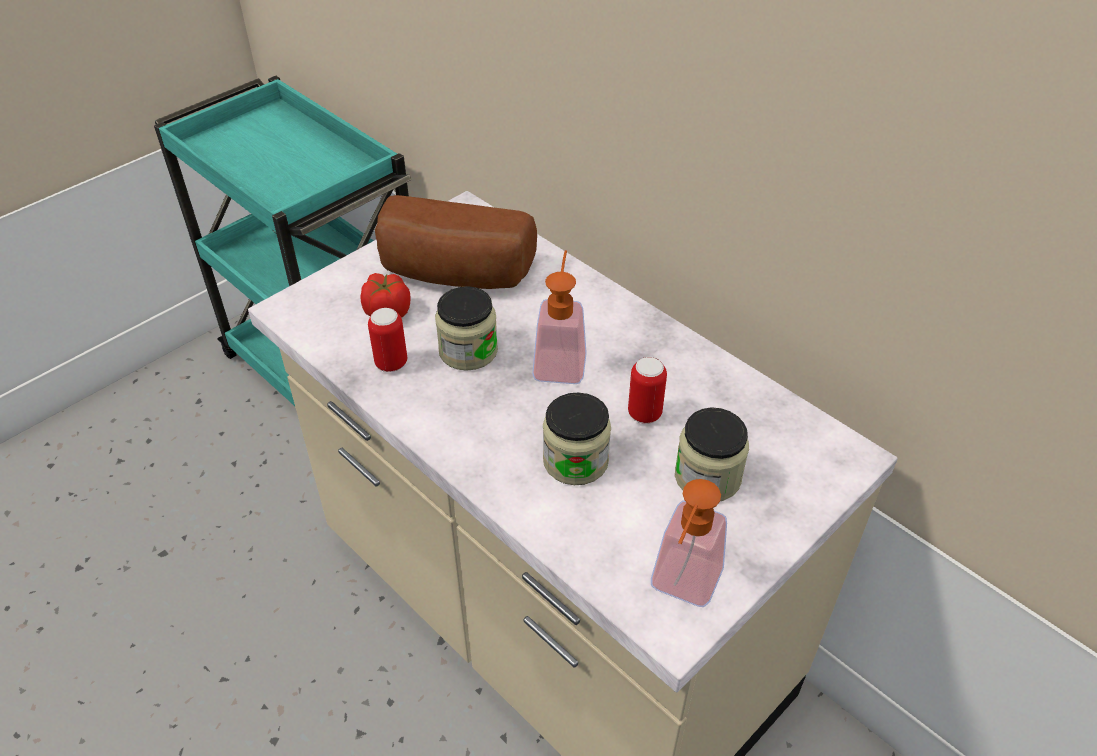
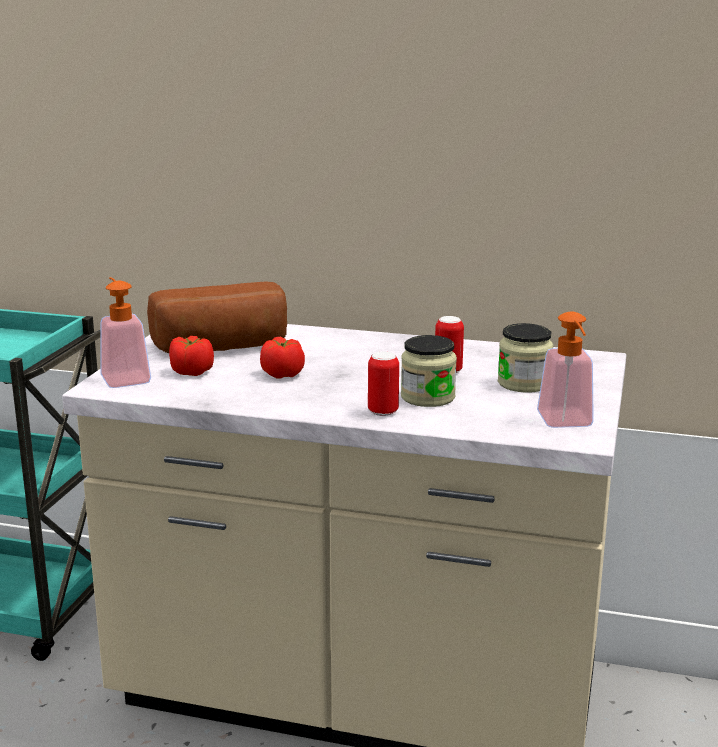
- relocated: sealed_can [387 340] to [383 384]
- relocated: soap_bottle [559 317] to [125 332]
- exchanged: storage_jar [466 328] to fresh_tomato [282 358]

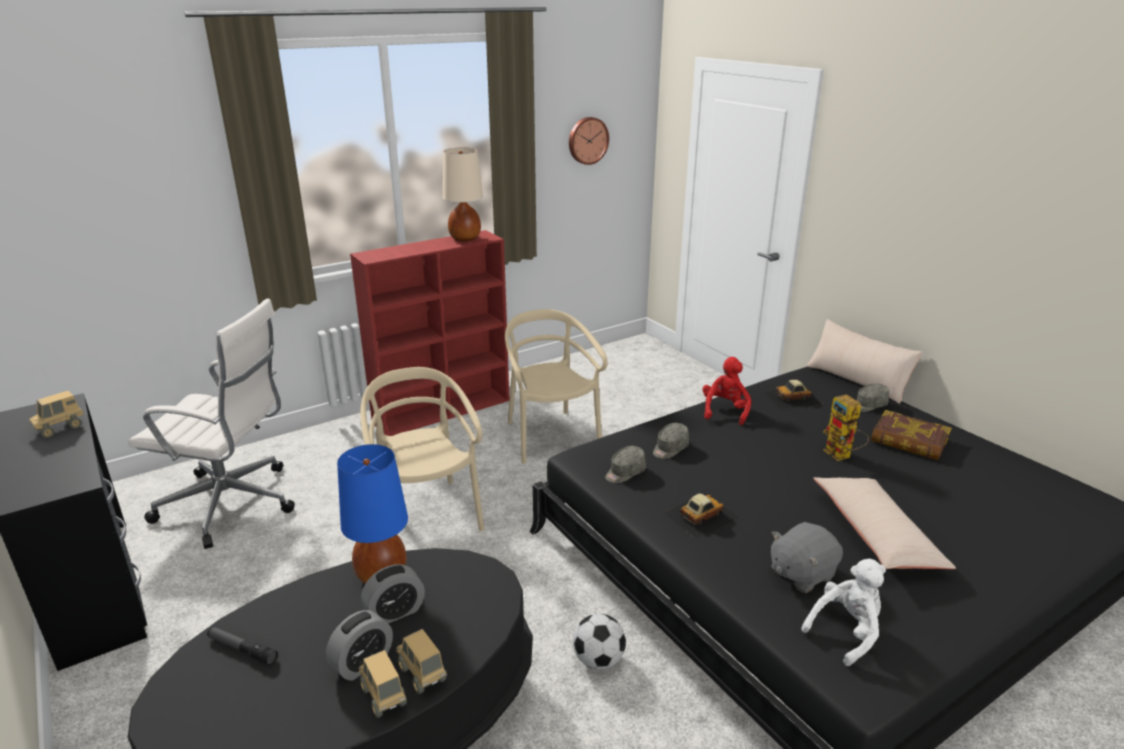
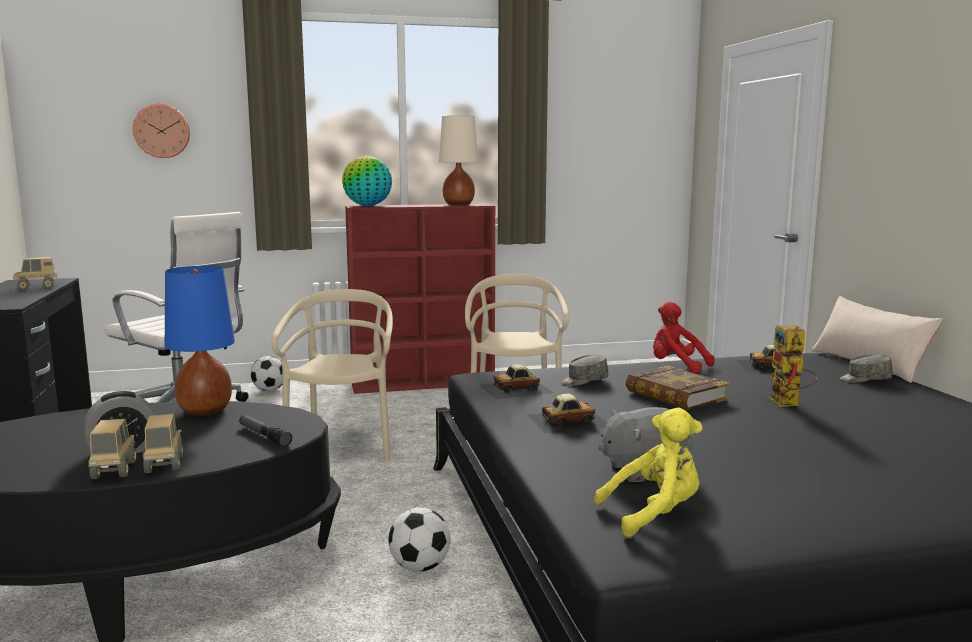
- missing: bedside_clock [393 593]
- missing: sand-coloured_pillow [884 523]
- appeared: football [267 373]
- appeared: world_globe [367 181]
- relocated: torch [242 646] to [265 431]
- relocated: clock_on_the_wall [589 141] to [161 131]
- relocated: book [911 435] to [678 388]
- exchanged: greyish_peaked_cap [625 464] to model_car [517 381]
- colour: white-coloured_soft_toy [843 612] to yellow_soft_toy [648 472]
- spun: red_soft_toy [727 391] = [684 337] 90 degrees counterclockwise

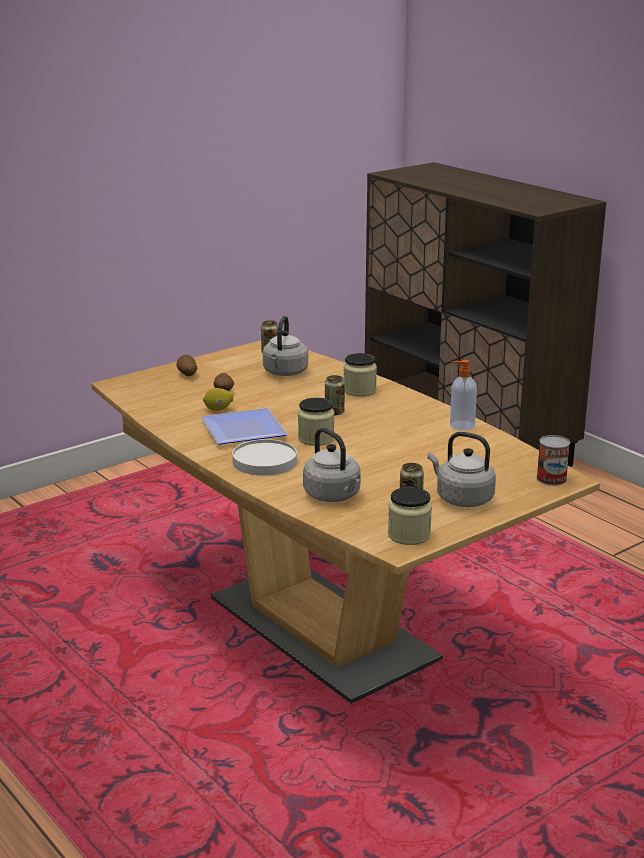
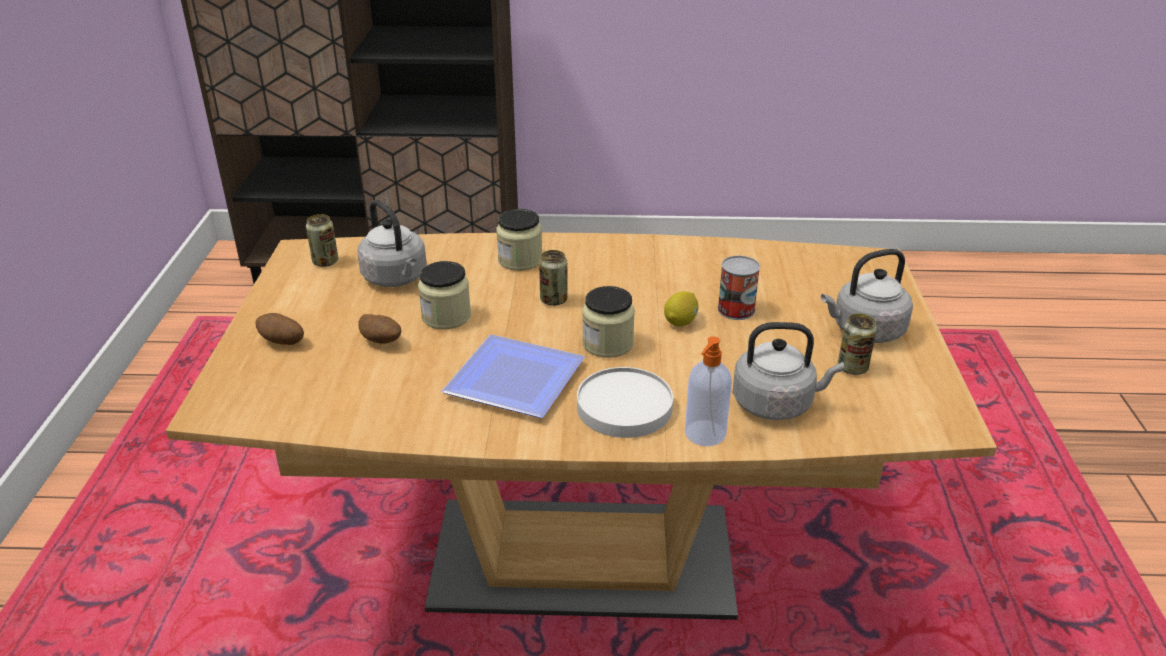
- relocated: citrus_fruit [218 399] to [681 309]
- relocated: storage_jar [410 516] to [444 295]
- relocated: soap_bottle [463 395] to [708 391]
- relocated: sealed_can [553 460] to [739 288]

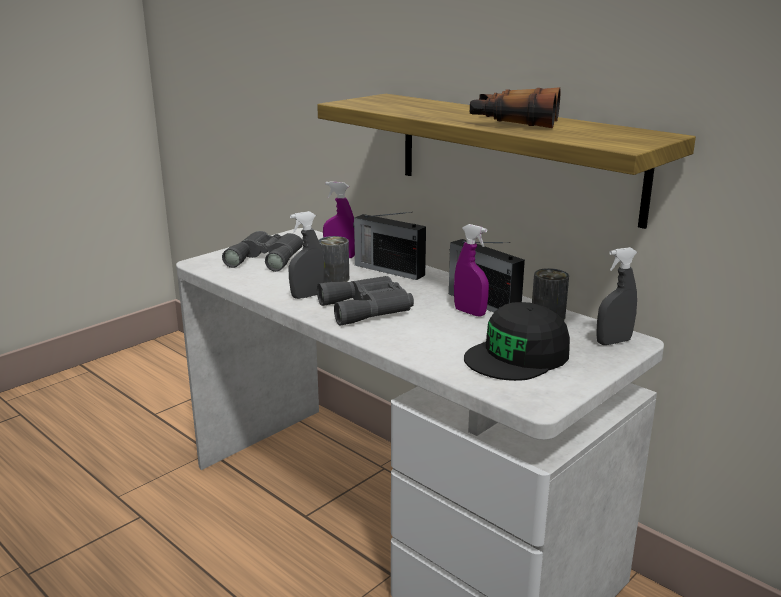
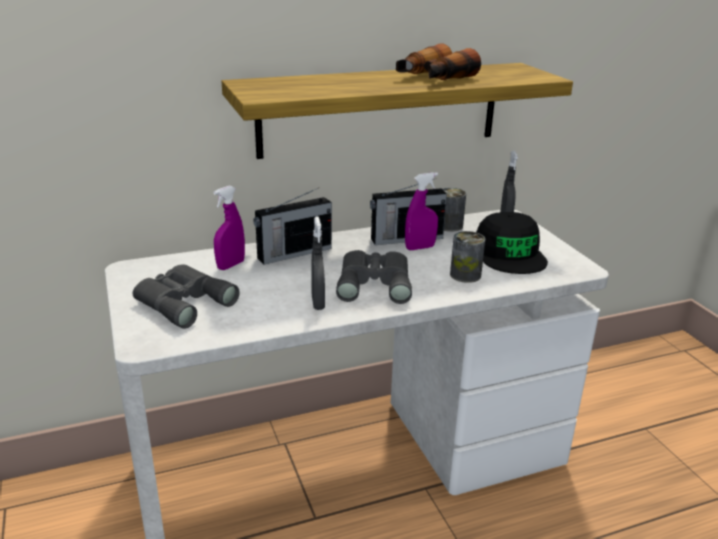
- relocated: sealed_can [334 259] to [467 257]

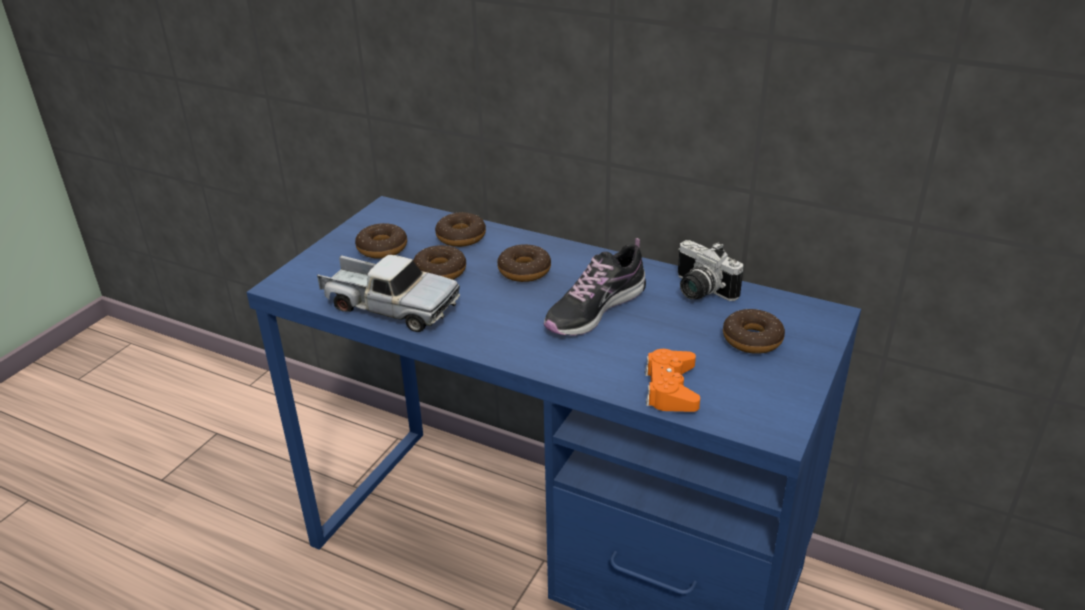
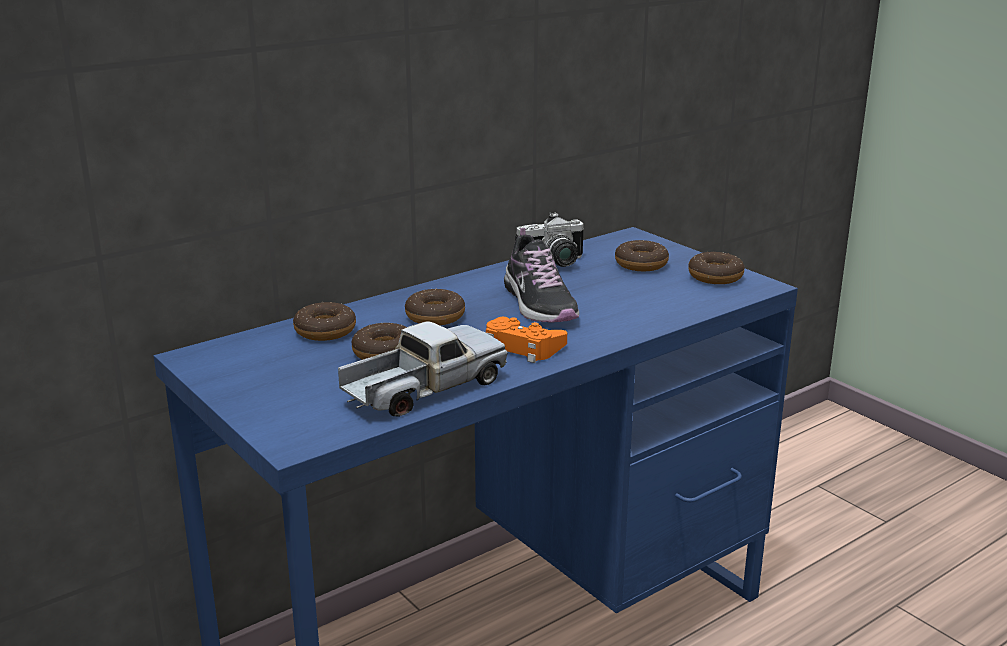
- relocated: ring_doughnut [381 241] to [716 268]
- relocated: orangey_gamepad [672 380] to [526 340]

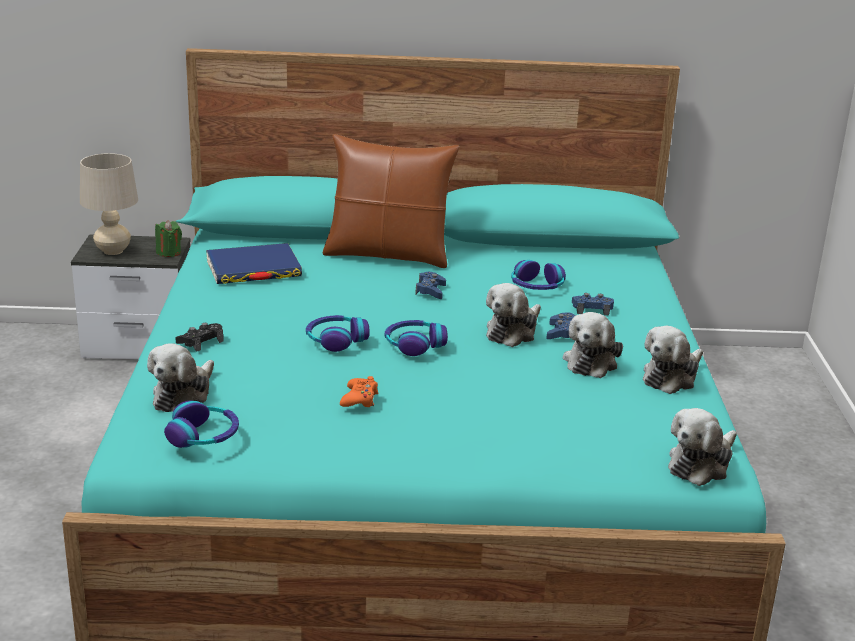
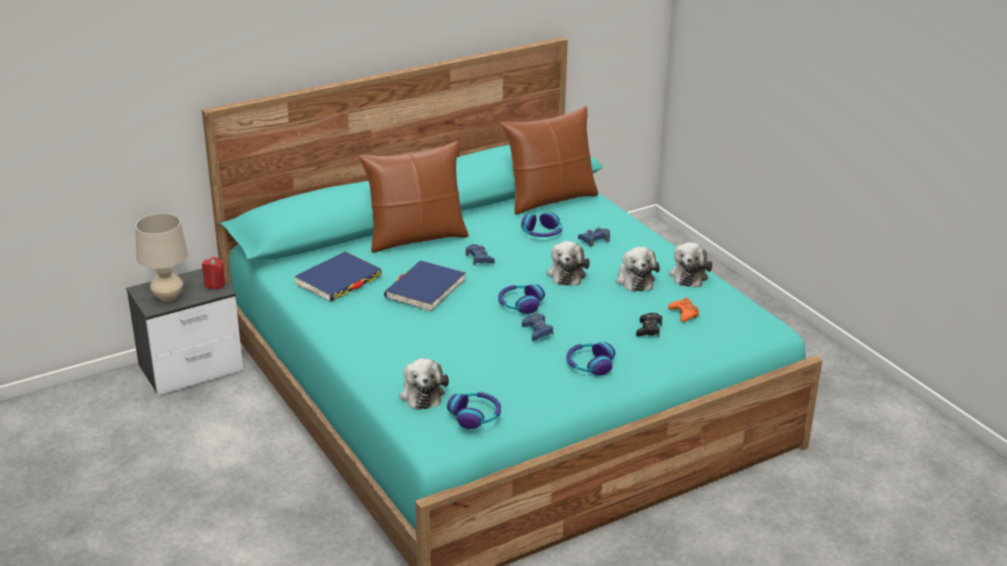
- missing: soft_toy [702 447]
- appeared: bluish_book [425 286]
- appeared: brownish_pillow [549 160]
- relocated: blackish_gamepad [199 337] to [649 325]
- relocated: pair_of_headphones [338 333] to [590 359]
- relocated: orangey_gamepad [359 391] to [683 309]
- relocated: bluish_gamepad [561 325] to [537 327]
- colour: green-coloured_candle [168 238] to red_candle [213 273]

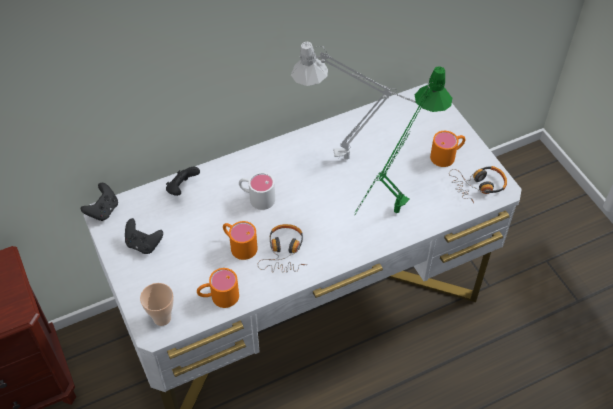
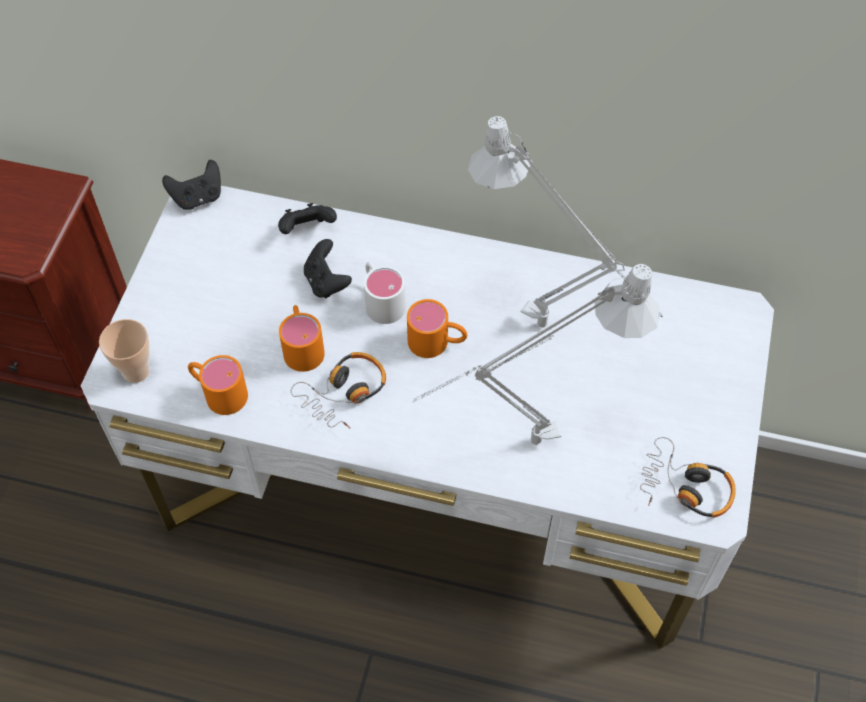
- relocated: blackish_gamepad [144 236] to [328 268]
- relocated: orangey_tea_mug [447 149] to [437 328]
- colour: green-coloured_tabletop_lamp [403 140] to greyish_tabletop_lamp [536 354]

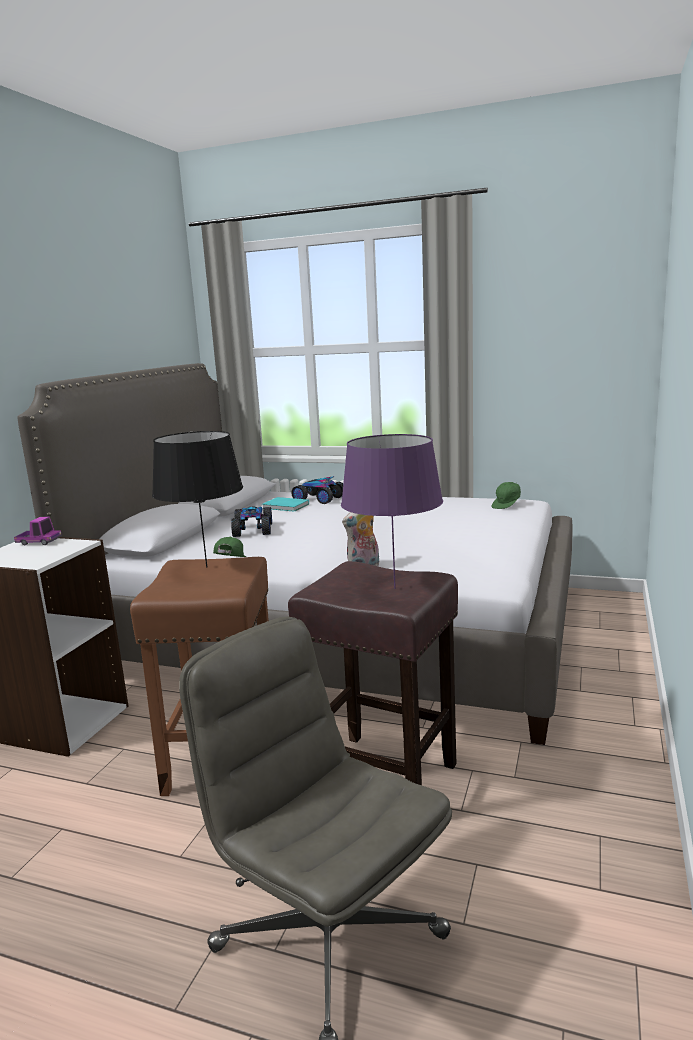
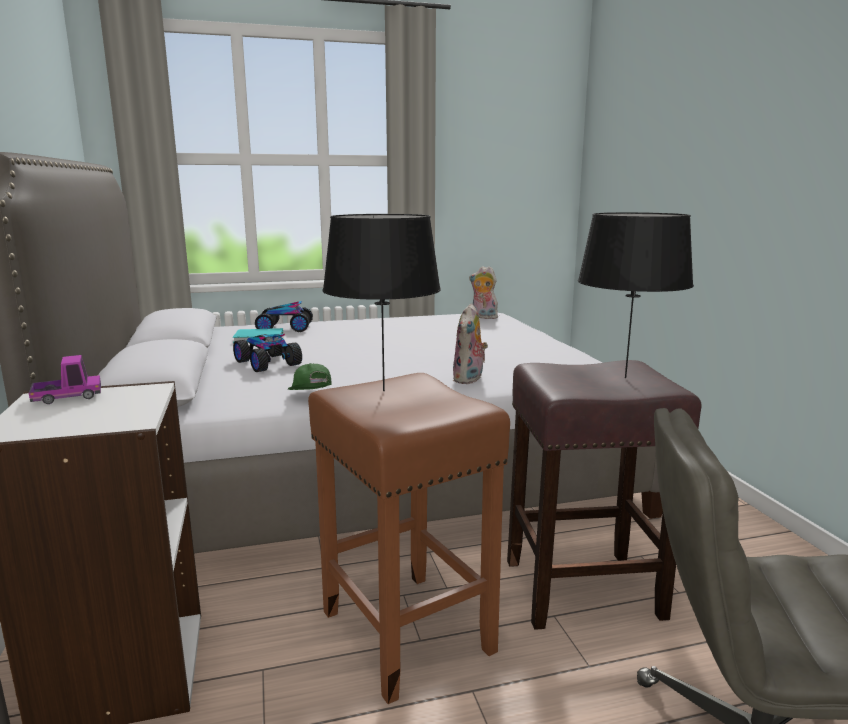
- exchanged: green-coloured_peaked_cap [506 495] to soft_toy [483 292]
- colour: purple-coloured_tabletop_lamp [392 511] to blackish_tabletop_lamp [636 295]

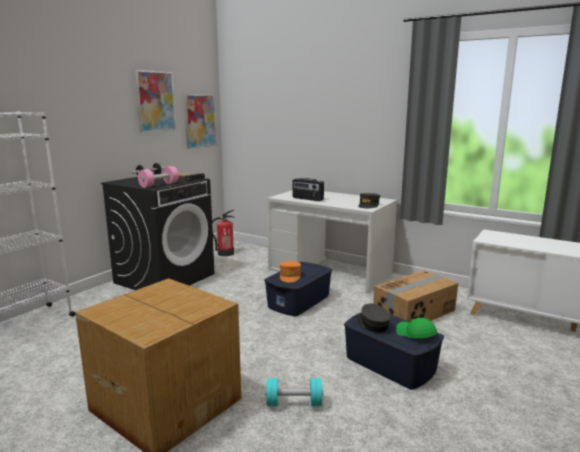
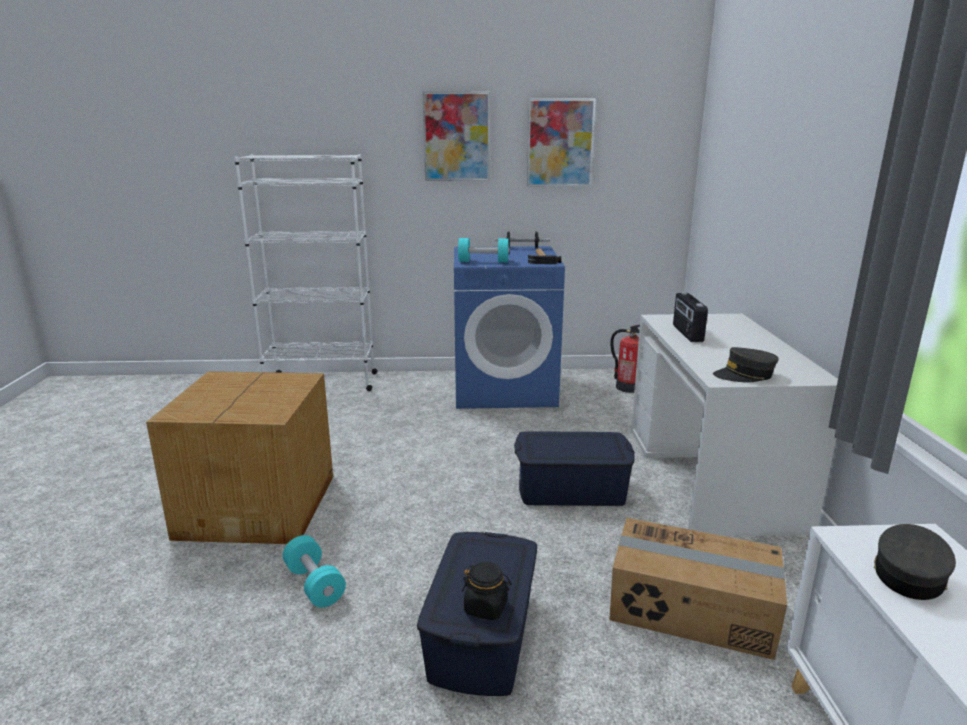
- missing: orangey_peaked_cap [290 271]
- relocated: picture [200 121] to [456 136]
- relocated: greyish_peaked_cap [374 318] to [915 562]
- exchanged: green-coloured_peaked_cap [416 328] to blackish_storage_jar [486 591]
- colour: blackish_laundry_appliance [158 231] to bluish_laundry_appliance [509 327]
- colour: pink_dumbbell [158 177] to turquoise_dumbbell [484 250]

